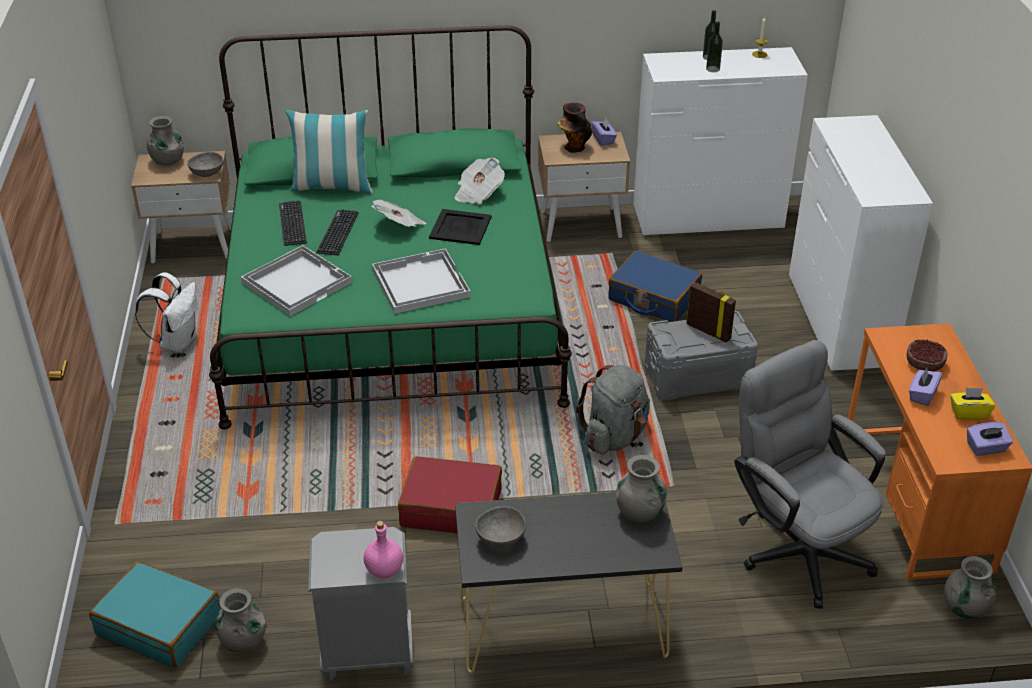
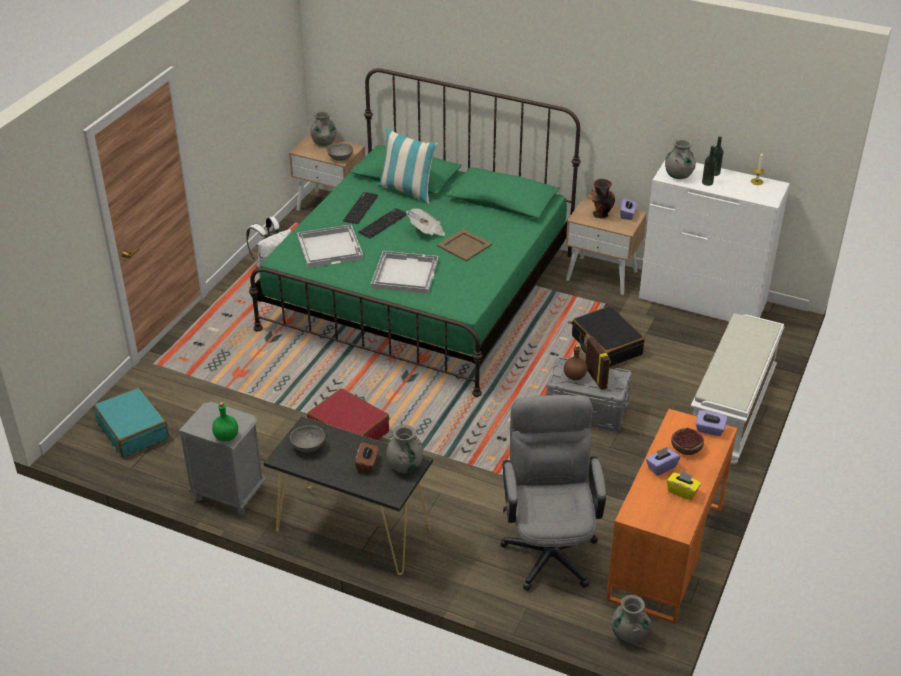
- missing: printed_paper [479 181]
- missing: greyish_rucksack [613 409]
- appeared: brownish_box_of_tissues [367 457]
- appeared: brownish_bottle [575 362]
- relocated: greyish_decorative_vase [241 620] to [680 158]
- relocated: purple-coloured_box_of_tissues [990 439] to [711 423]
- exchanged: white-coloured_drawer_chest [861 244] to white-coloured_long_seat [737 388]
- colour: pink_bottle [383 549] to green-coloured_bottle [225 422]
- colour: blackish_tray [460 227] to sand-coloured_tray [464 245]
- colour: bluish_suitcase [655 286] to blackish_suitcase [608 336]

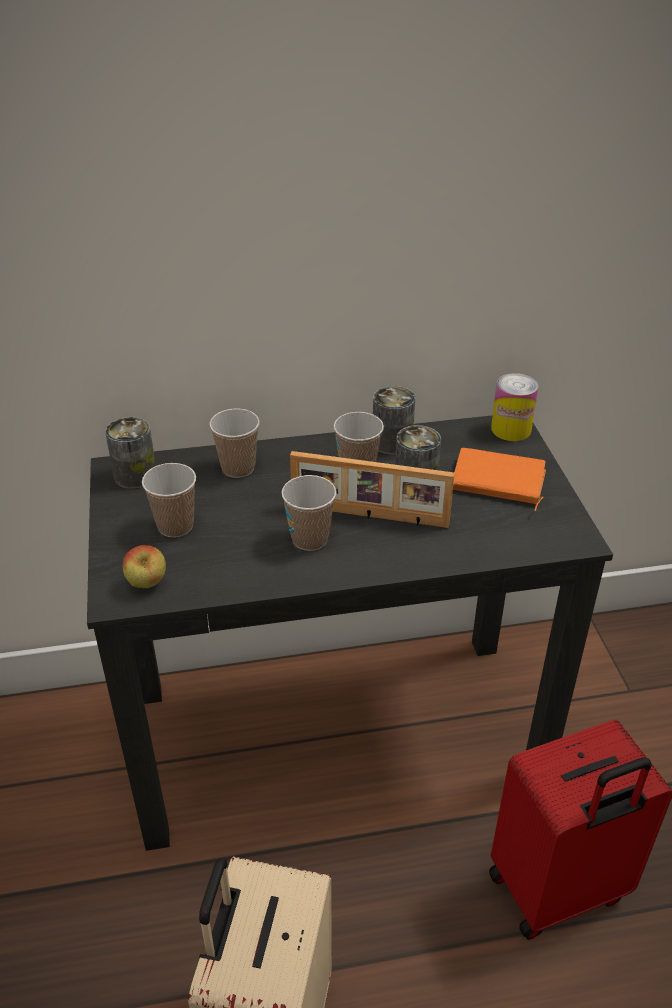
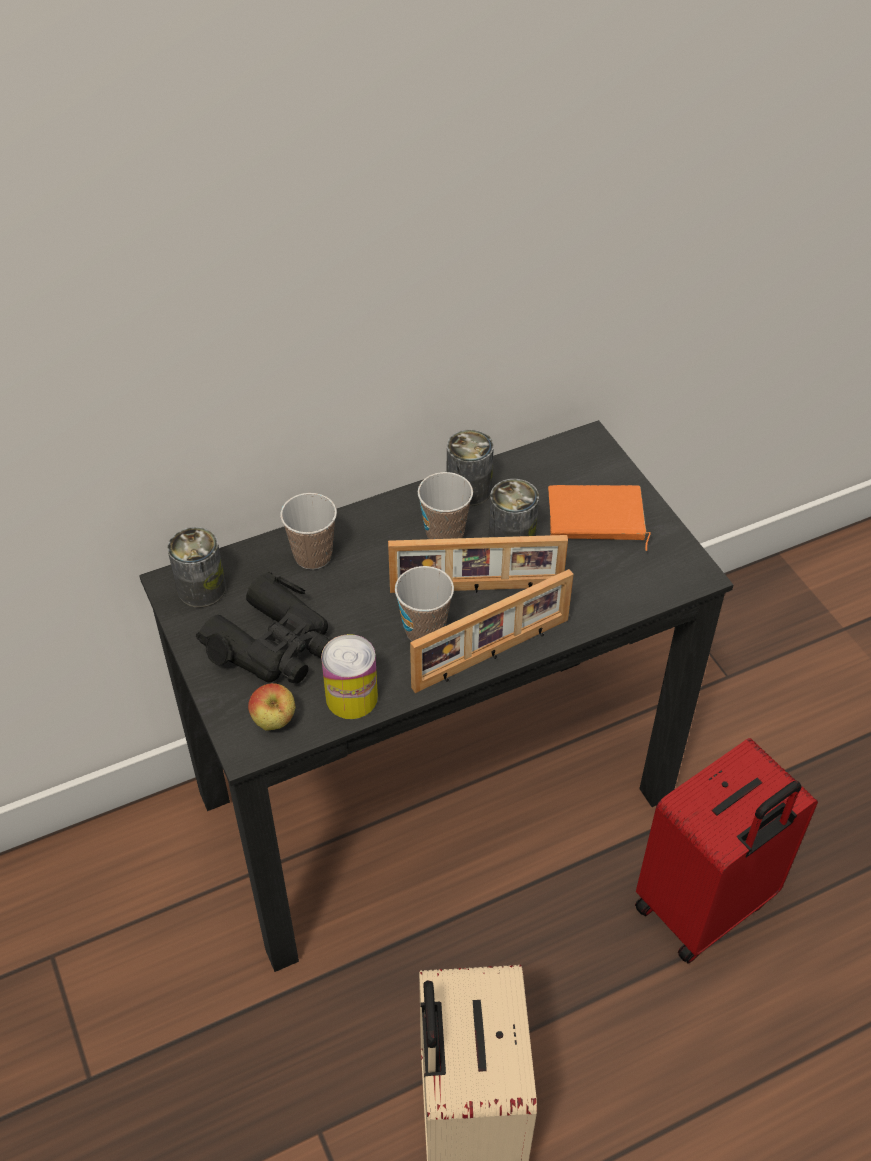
- appeared: picture_frame [492 631]
- relocated: sealed_can [515 407] to [349 676]
- exchanged: cup [169 500] to blackish_binoculars [264 627]

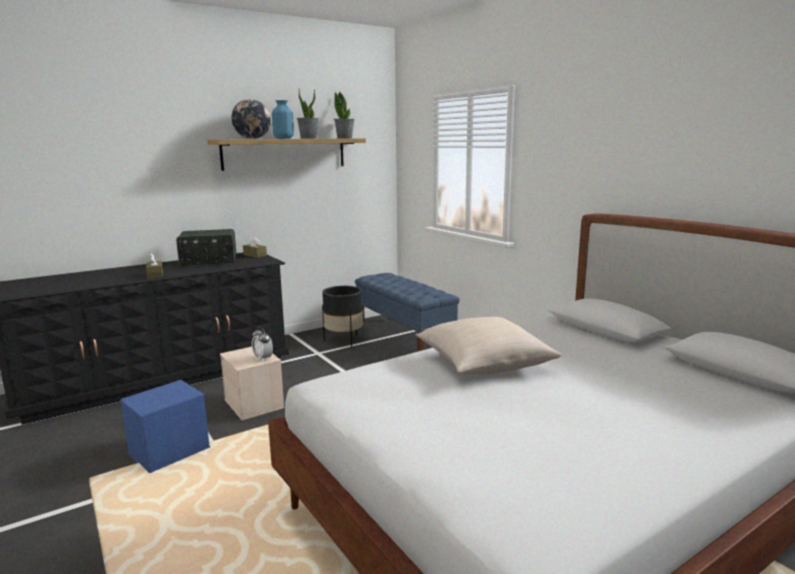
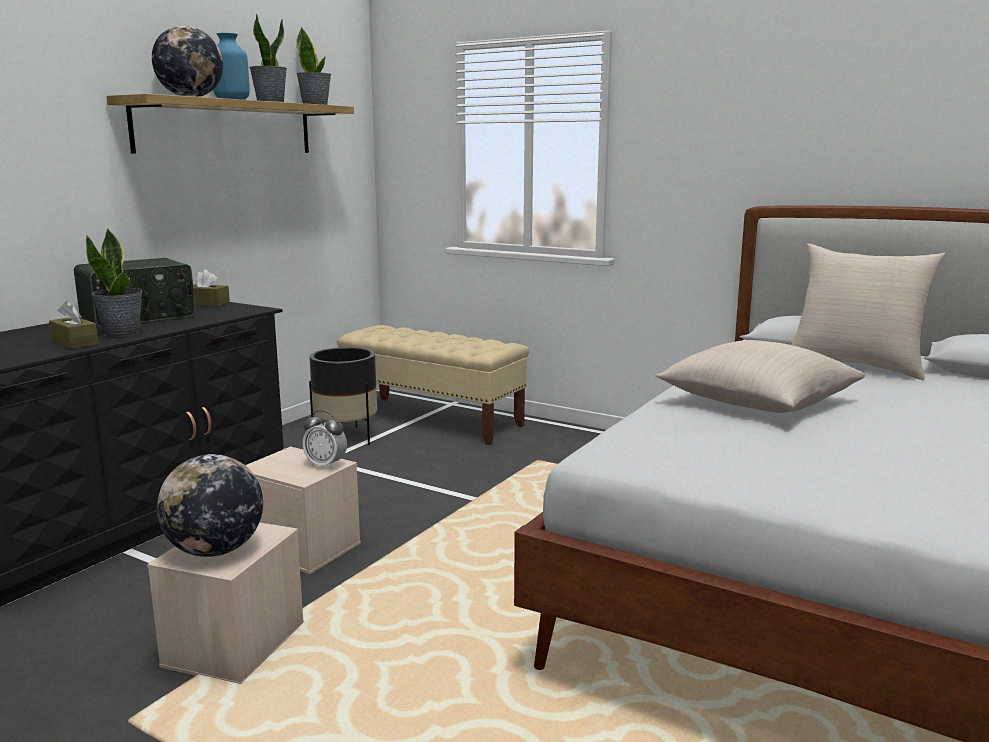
- appeared: plant_in_a_pot [114 283]
- appeared: world_globe [210 505]
- appeared: sand-coloured_pillow [869 312]
- colour: bluish_storage_box [165 426] to sand-coloured_storage_box [225 603]
- colour: bluish_long_seat [407 312] to sand-coloured_long_seat [433 385]

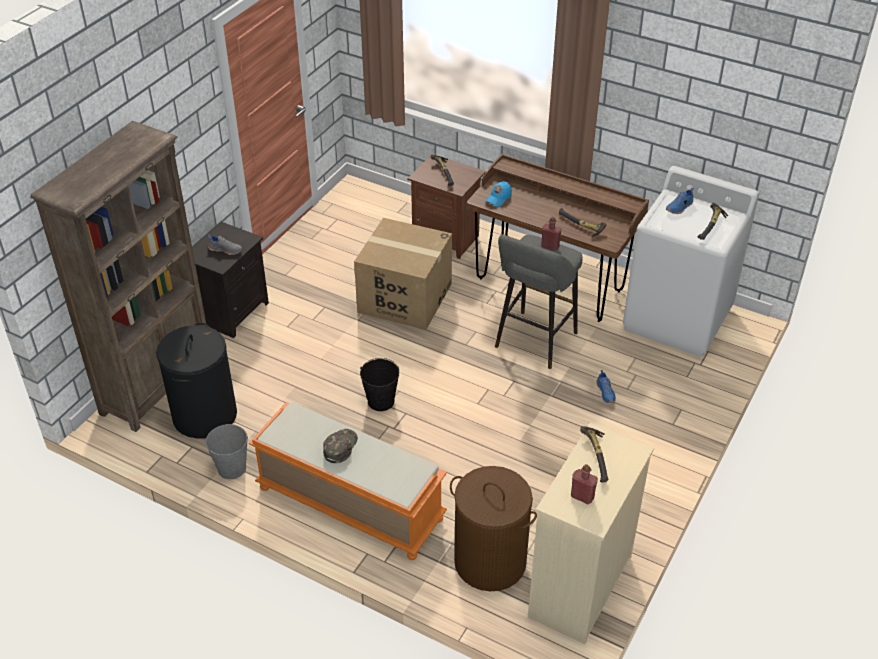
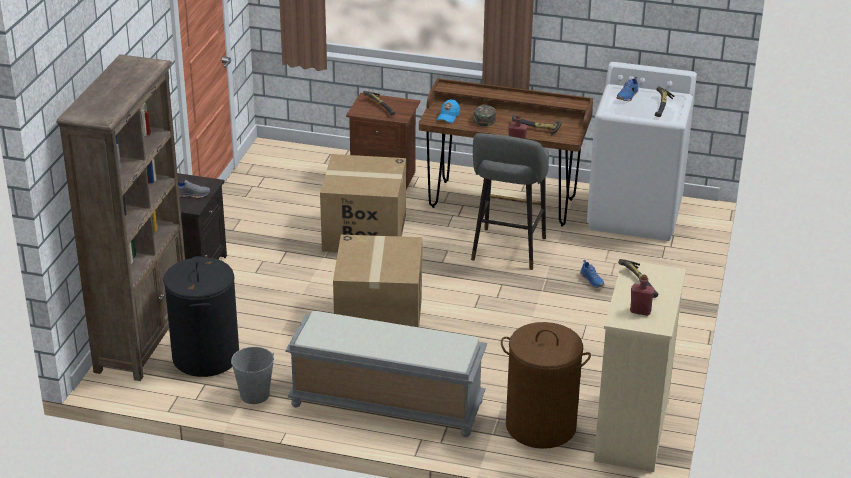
- relocated: green-coloured_peaked_cap [340 446] to [484 115]
- exchanged: blackish_pail [379 384] to cardboard_box [377 281]
- colour: orangey_long_seat [348 481] to greyish_long_seat [386 374]

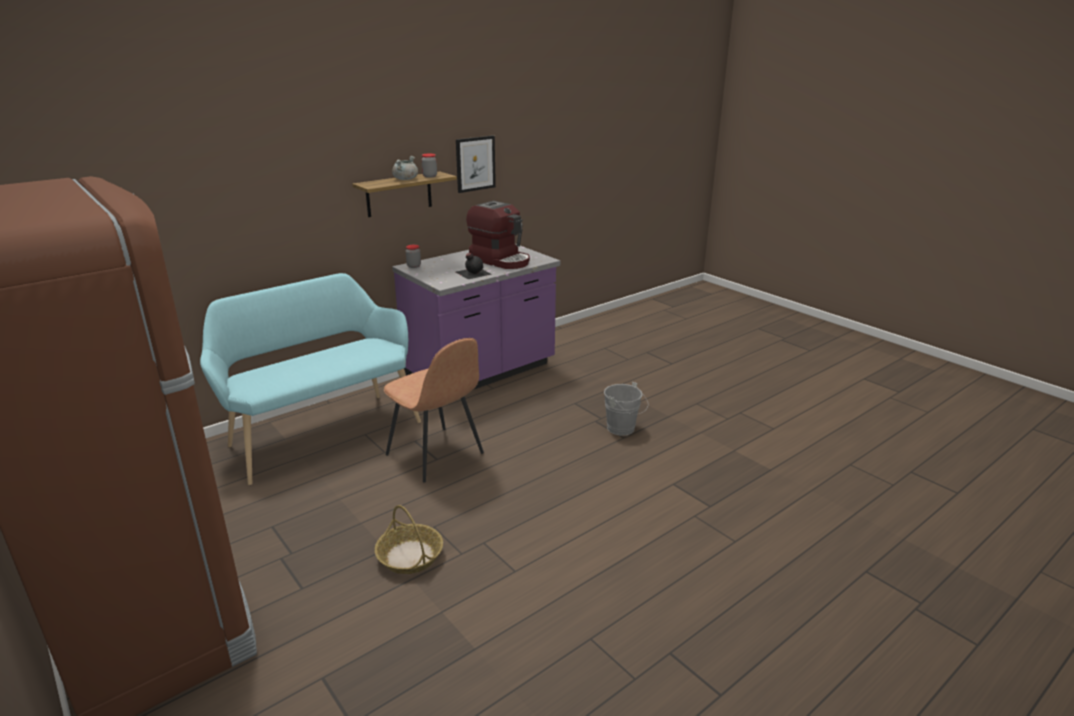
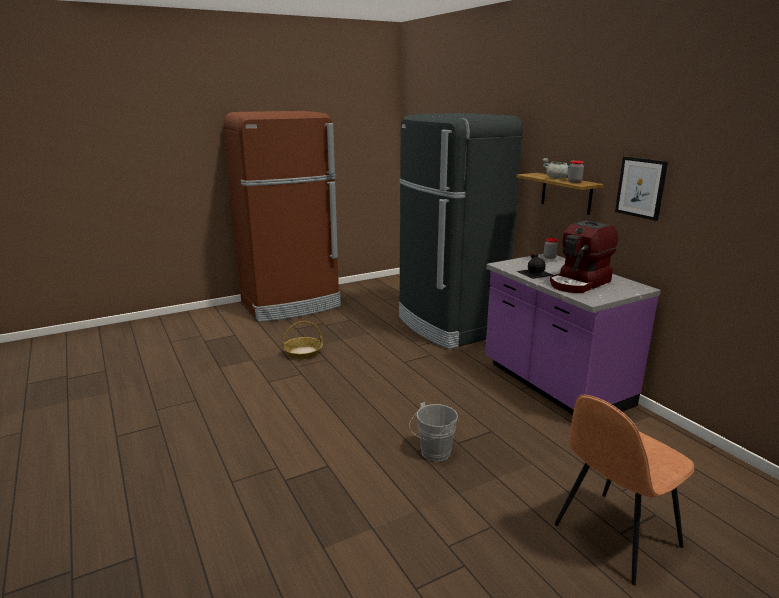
- relocated: brownish_upright_chair [434 410] to [624 490]
- exchanged: turquoise_long_seat [310 379] to blackish_fridge [461 231]

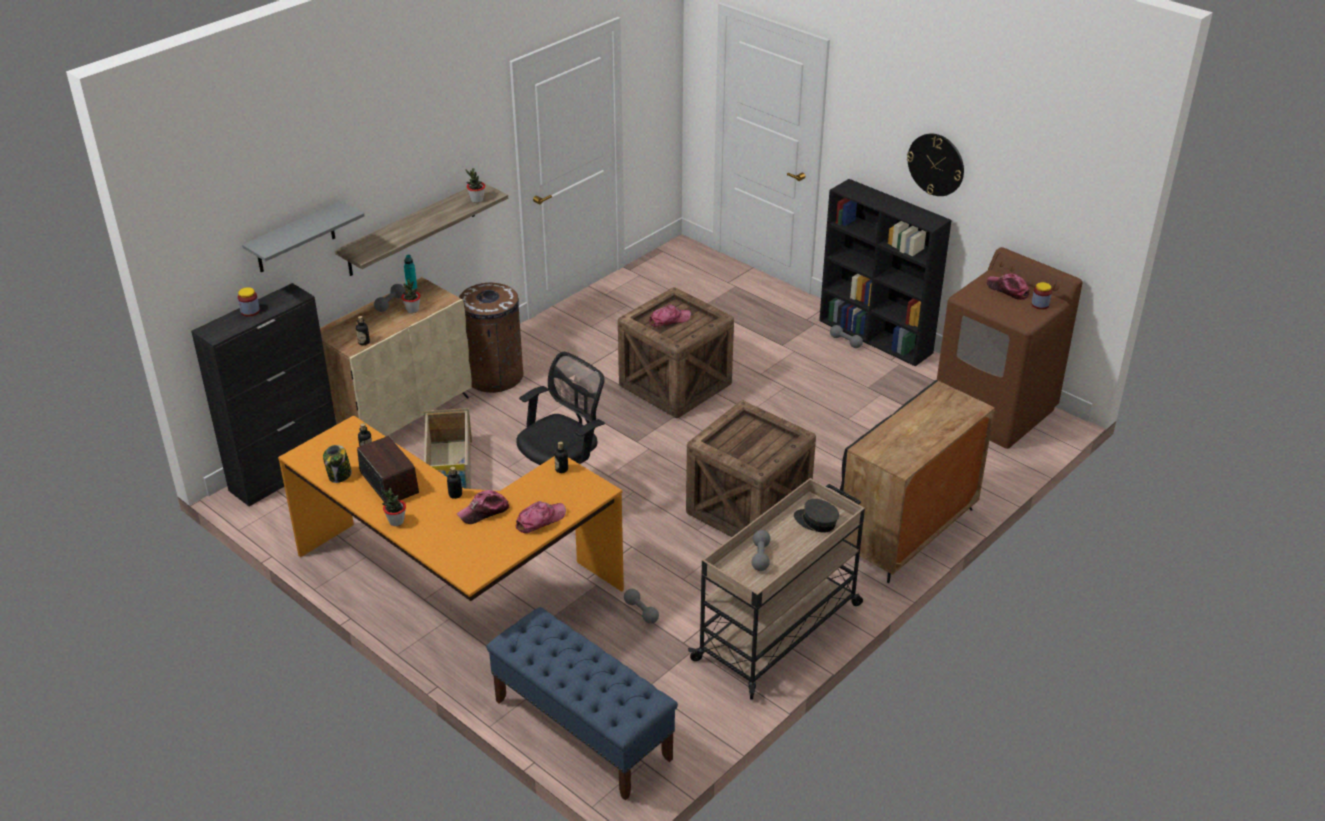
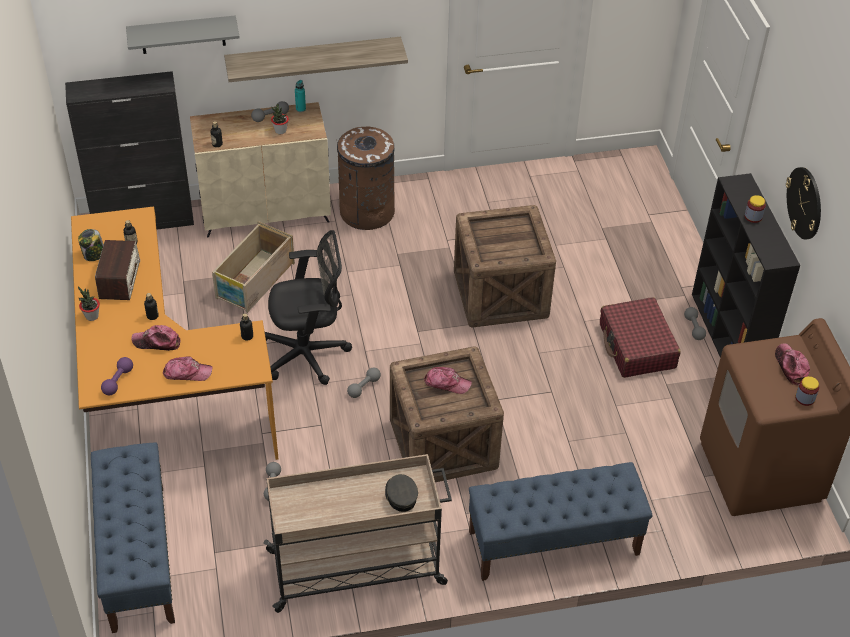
- missing: plant_in_a_pot [475 185]
- appeared: purple-coloured_dumbbell [117 376]
- appeared: red_suitcase [640 337]
- relocated: storage_jar [249 302] to [755 209]
- relocated: peaked_cap [670 315] to [448 380]
- relocated: greyish_dumbbell [761 550] to [364 383]
- exchanged: blackish_cabinet [917 481] to bluish_long_seat [560 521]

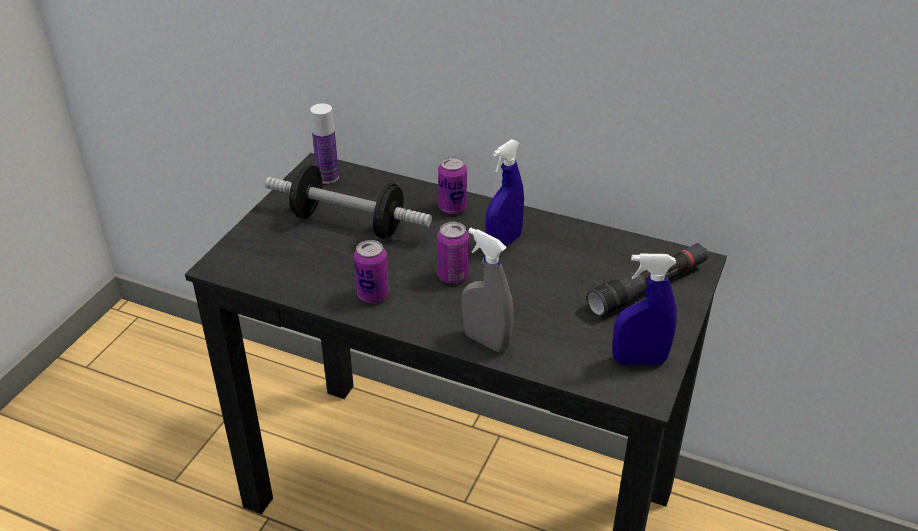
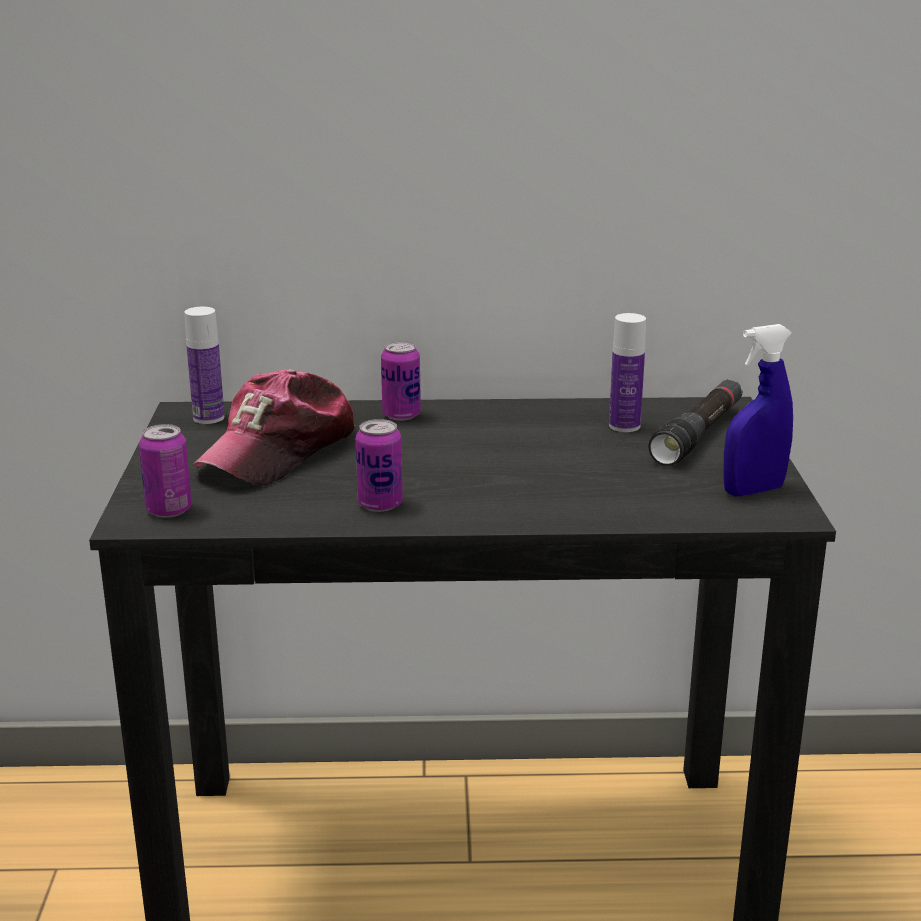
- missing: greyish_sprayer [487 290]
- missing: bluish_sprayer [504 193]
- appeared: bottle [627 372]
- relocated: sealed_can [453 253] to [165 471]
- exchanged: dumbbell [348 201] to peaked_cap [274 427]

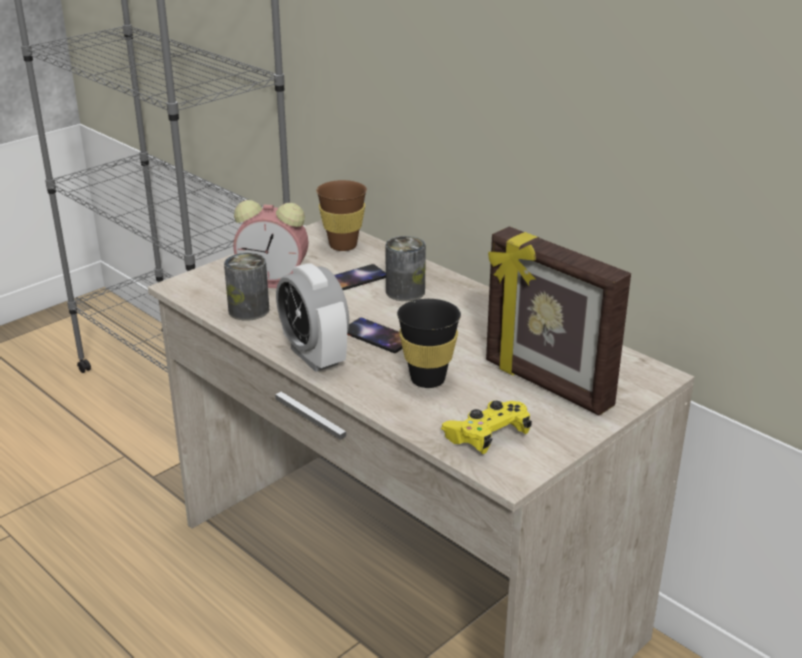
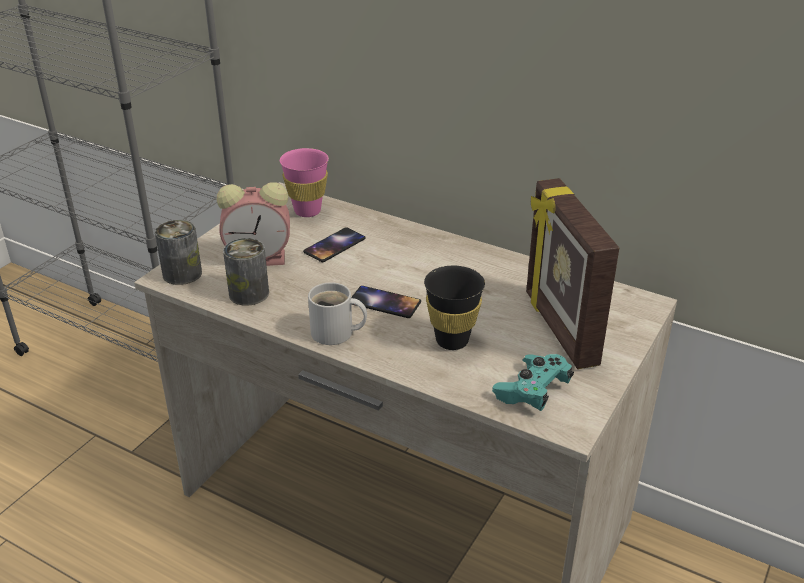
- relocated: sealed_can [405 268] to [178 252]
- exchanged: bedside_clock [312 317] to white-coloured_tea_mug [337 313]
- colour: brownish_cup [341 215] to pink_cup [304 182]
- colour: yellow_gamepad [486 427] to turquoise_gamepad [533 382]
- spun: picture_frame [558 321] = [572 273] 45 degrees clockwise

